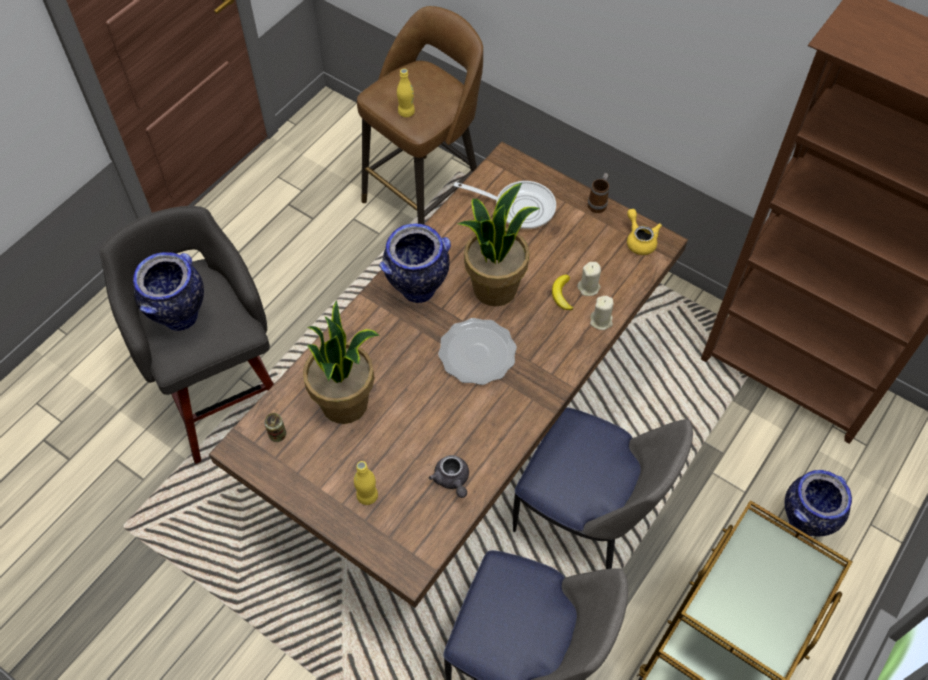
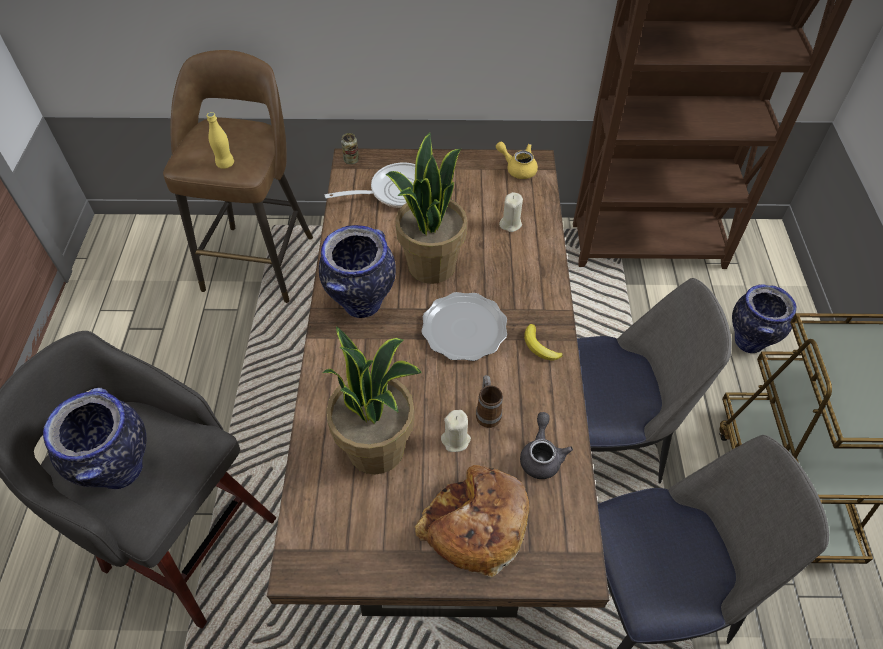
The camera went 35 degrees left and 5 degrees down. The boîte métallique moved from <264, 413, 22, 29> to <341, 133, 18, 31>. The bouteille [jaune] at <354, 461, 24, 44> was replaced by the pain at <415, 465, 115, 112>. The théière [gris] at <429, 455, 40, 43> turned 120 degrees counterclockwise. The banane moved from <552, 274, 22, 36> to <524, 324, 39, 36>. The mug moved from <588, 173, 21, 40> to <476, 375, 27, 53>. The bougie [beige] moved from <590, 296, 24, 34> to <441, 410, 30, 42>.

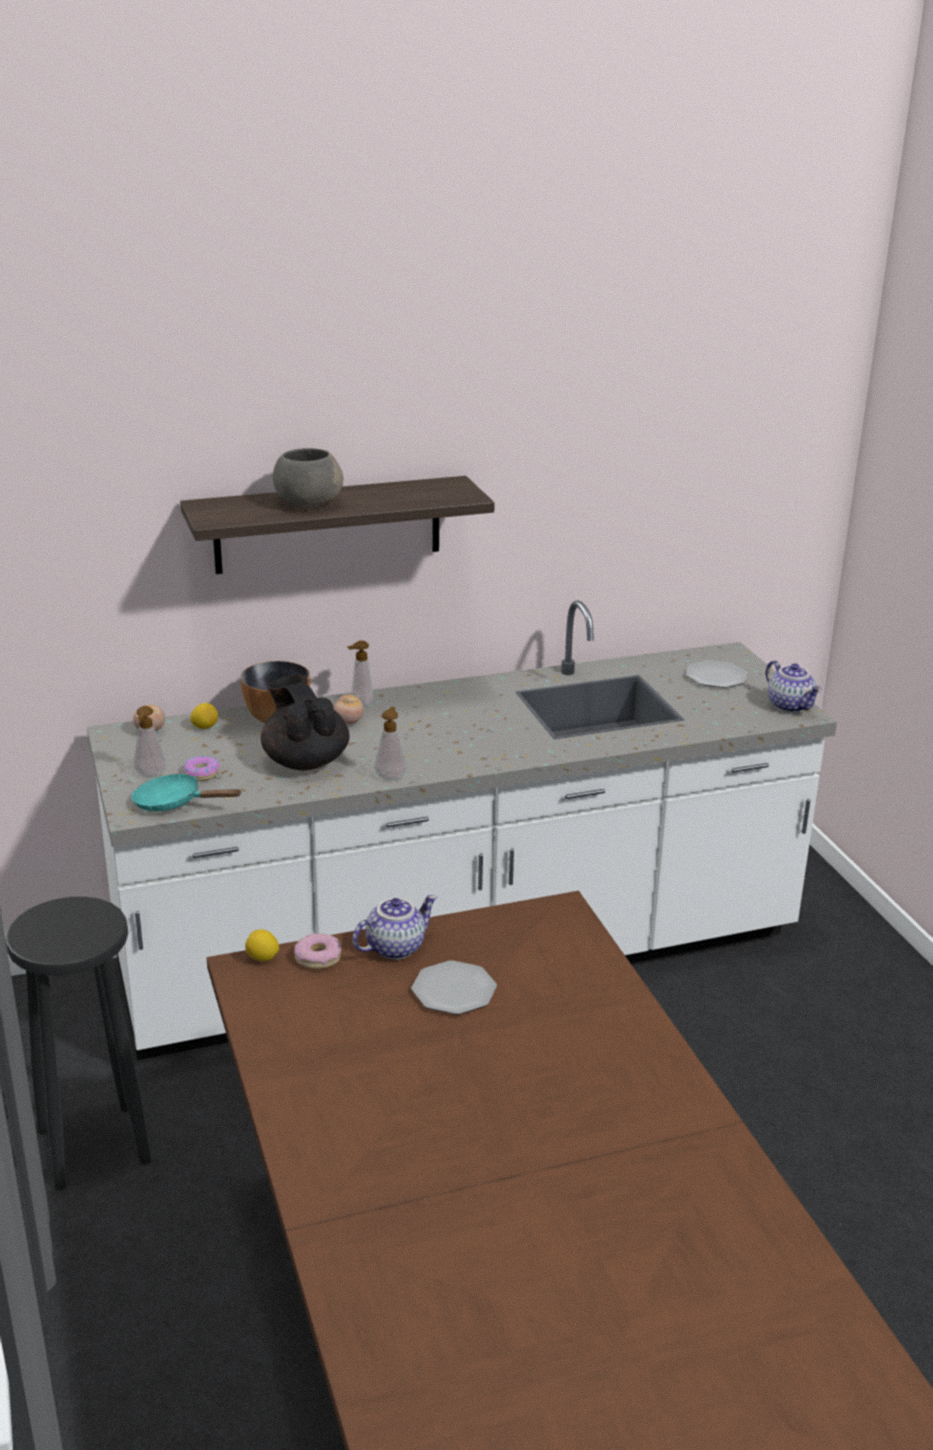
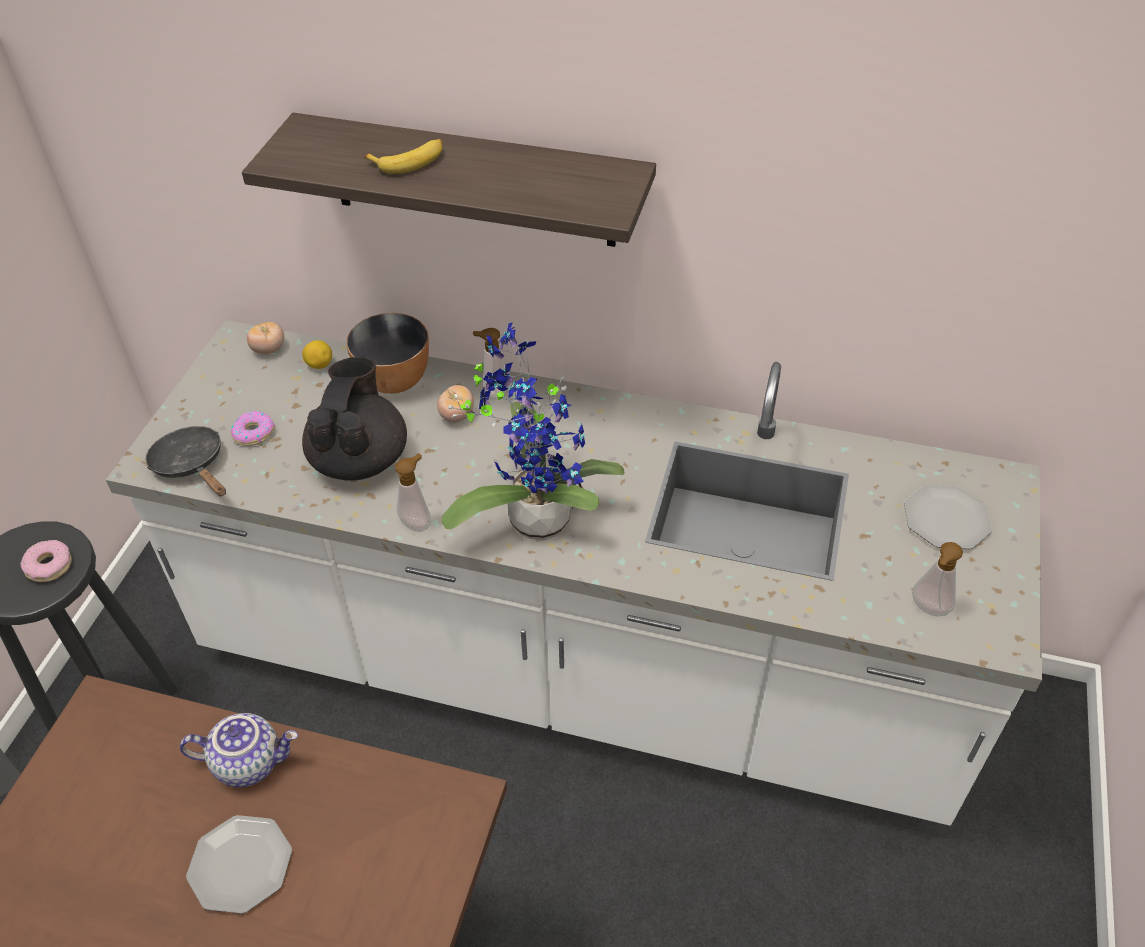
The camera went 35 degrees right and 20 degrees up. The poêle [turquoise] at <132, 773, 110, 39> became the poêle [noir] at <146, 426, 80, 70>. The distributeur de savon moved from <133, 706, 34, 71> to <912, 542, 51, 74>. The citron at <245, 929, 34, 33> disappeared. The bol [gris] at <273, 448, 70, 59> was replaced by the banane at <364, 139, 79, 35>. The beignet moved from <294, 933, 48, 36> to <21, 540, 51, 42>. The théière at <766, 660, 56, 53> disappeared. The plante en pot at <442, 322, 183, 218> appeared.

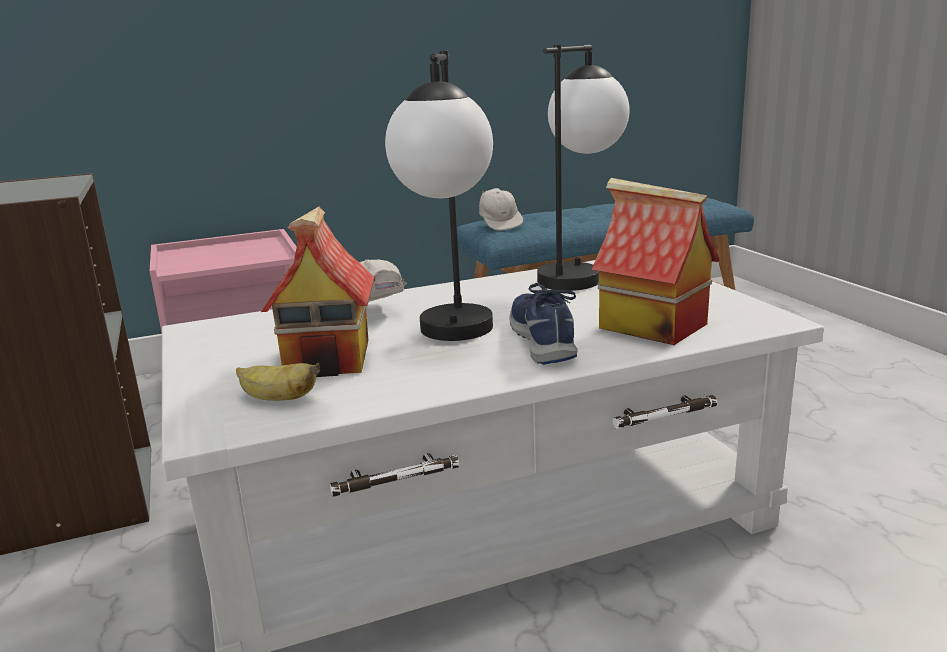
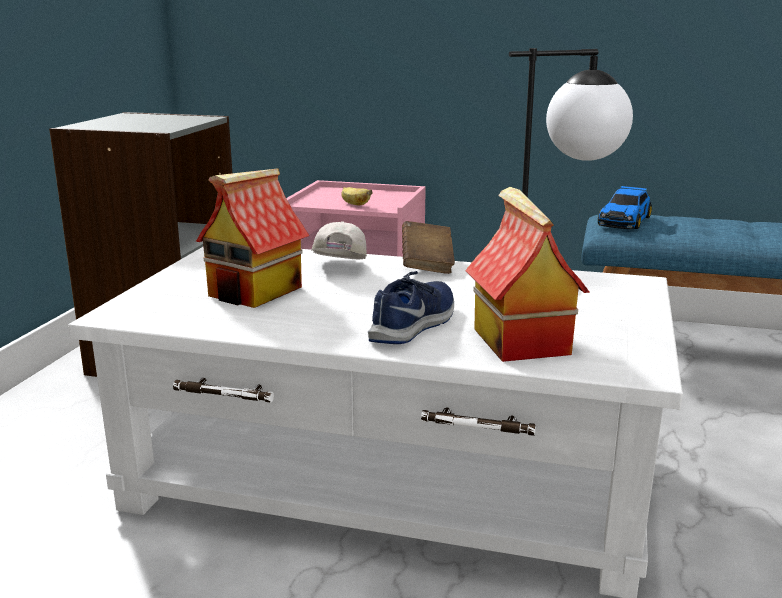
The camera went 35 degrees right and 0 degrees up. The banane moved from <236, 363, 84, 38> to <341, 187, 32, 18>. The lampe de table at <385, 51, 108, 290> disappeared. The casquette [blanc] at <479, 188, 44, 42> was replaced by the petite voiture at <598, 186, 54, 43>. The livre [marron] at <402, 221, 53, 53> appeared.

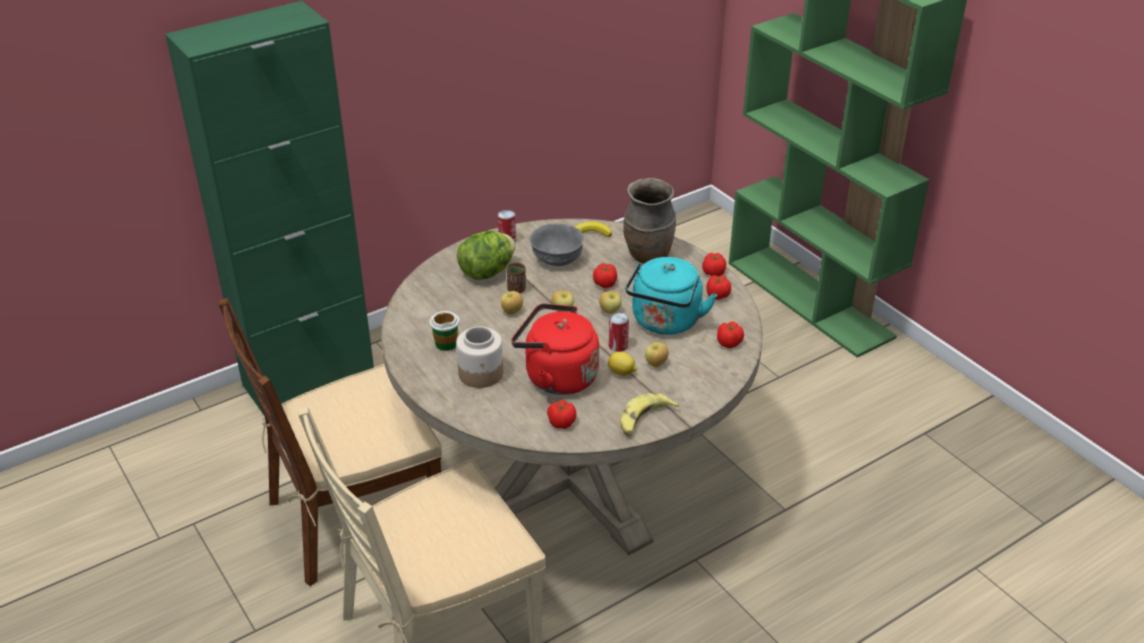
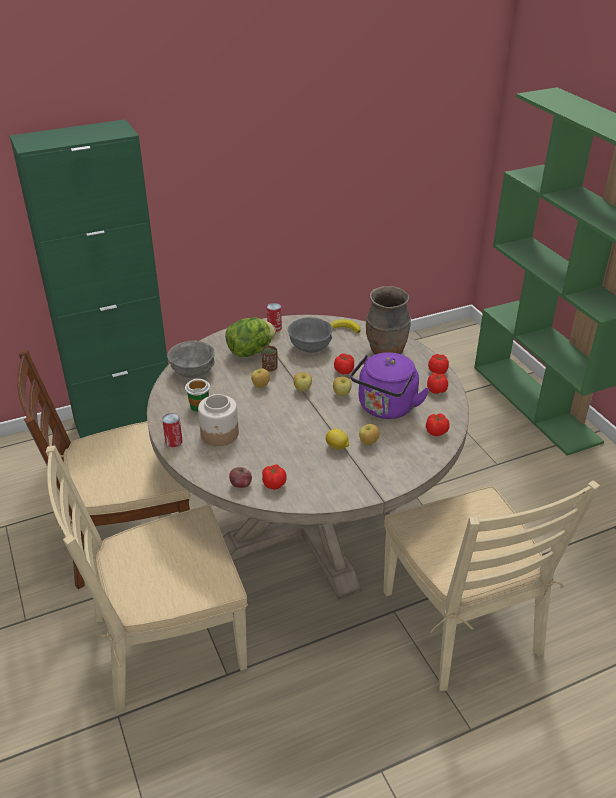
The camera went 10 degrees right and 0 degrees up. The bouilloire [rouge] at <511, 303, 88, 92> disappeared. The boîte métallique moved from <609, 312, 20, 40> to <162, 413, 21, 34>. The banane at <620, 393, 59, 43> disappeared. The bouilloire [turquoise] at <625, 257, 92, 78> became the bouilloire [violet] at <350, 352, 79, 67>. The bol [gris] at <167, 341, 48, 37> appeared. The pomme at <229, 467, 23, 21> appeared. The chaise [beige] at <383, 480, 217, 211> appeared.

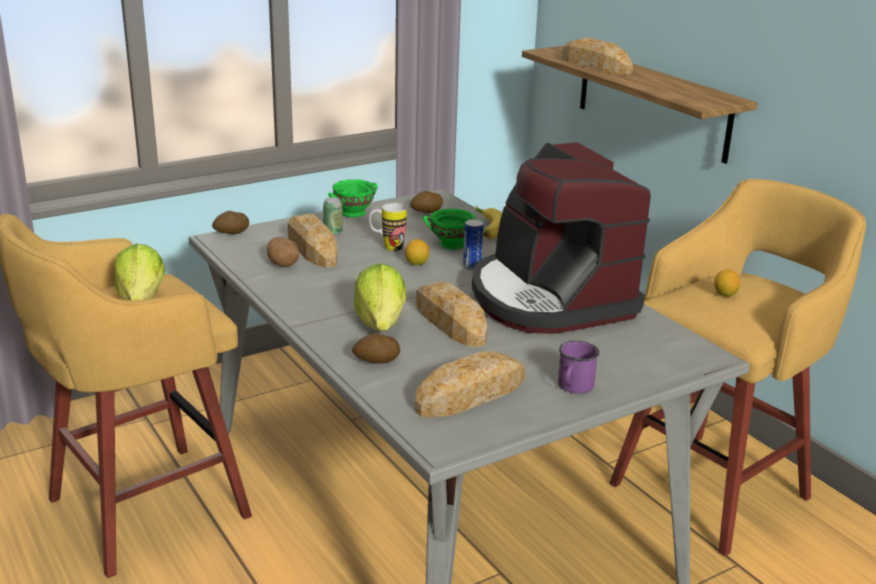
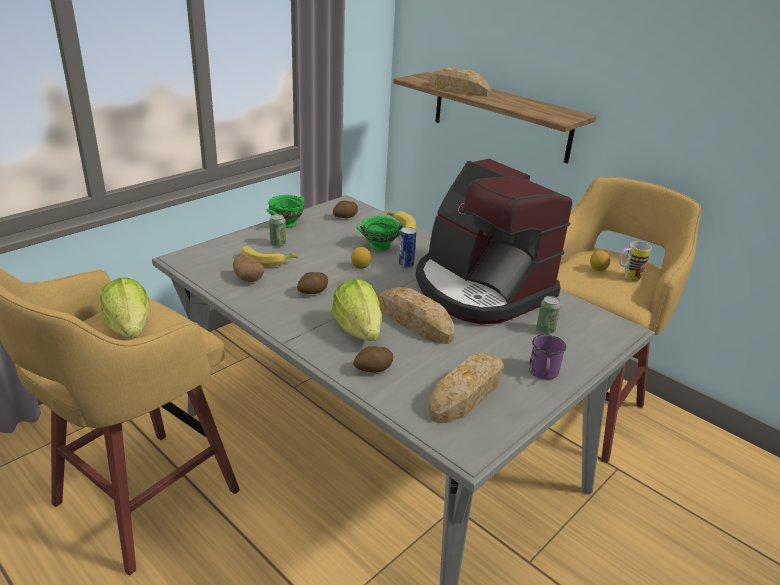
The camera went 15 degrees left and 5 degrees up. The pomme de terre moved from <212, 211, 37, 23> to <297, 272, 31, 22>. The pain at <288, 214, 49, 54> was replaced by the banane at <241, 246, 57, 21>. The mug moved from <369, 203, 38, 48> to <619, 241, 33, 40>. The boîte métallique at <536, 296, 25, 38> appeared.

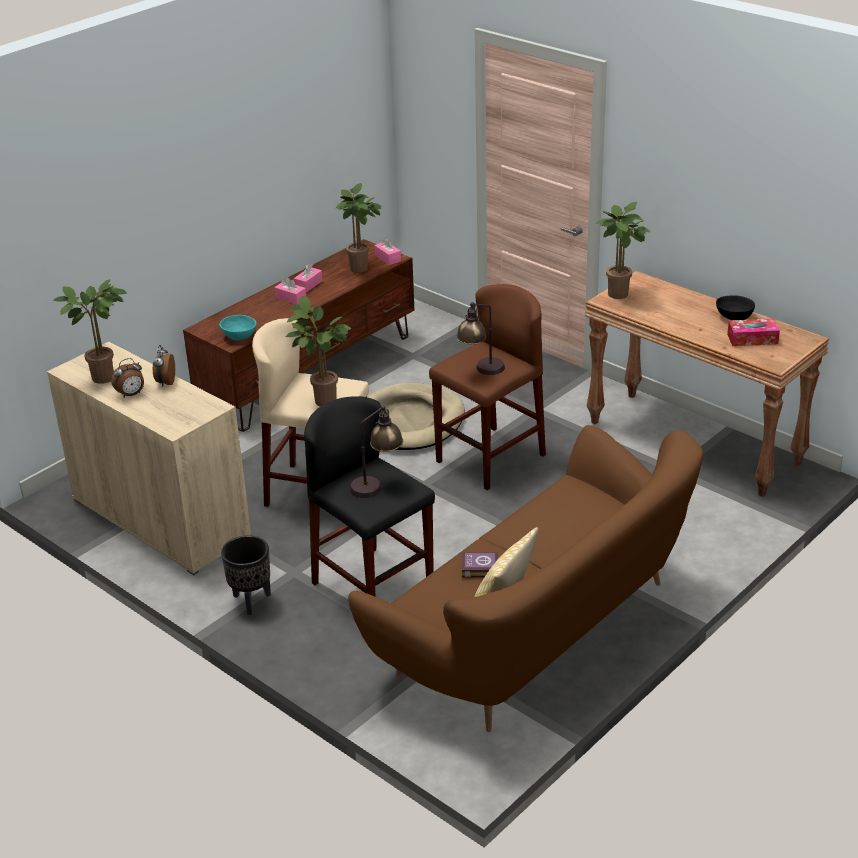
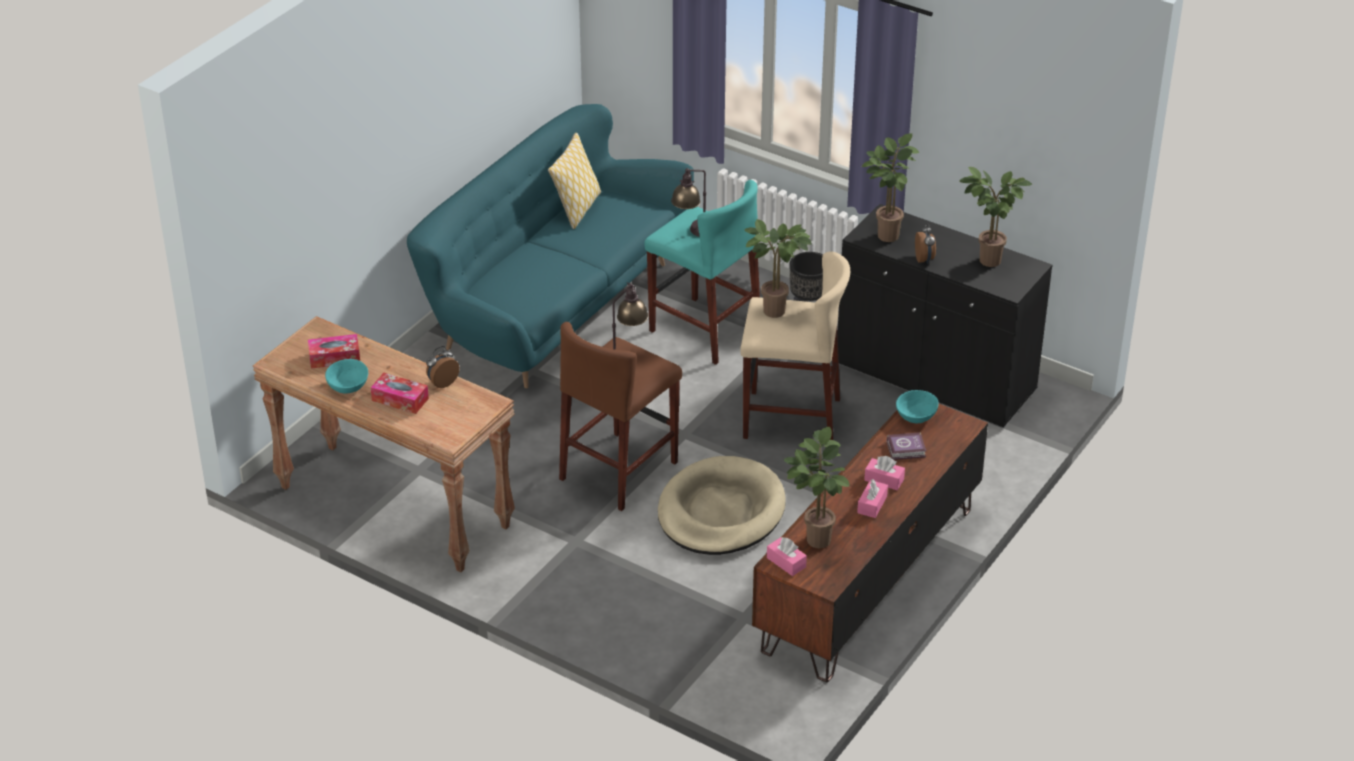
The camera went 170 degrees right and 5 degrees up. The meuble de rangement [beige] at <47, 342, 204, 233> became the meuble de rangement [noir] at <838, 204, 214, 224>. The réveil moved from <111, 358, 33, 39> to <426, 346, 34, 42>. The tabouret [noir] at <304, 396, 131, 201> became the tabouret [turquoise] at <644, 180, 116, 185>. The canapé [marron] at <348, 425, 355, 307> became the canapé [turquoise] at <407, 104, 287, 284>. The livre moved from <462, 552, 36, 26> to <887, 432, 39, 28>. The plante en pot moved from <595, 202, 55, 97> to <862, 133, 57, 109>. The bol [noir] at <716, 295, 39, 25> became the bol [turquoise] at <325, 359, 43, 34>. The boîte à mouchoirs at <370, 373, 59, 41> appeared.

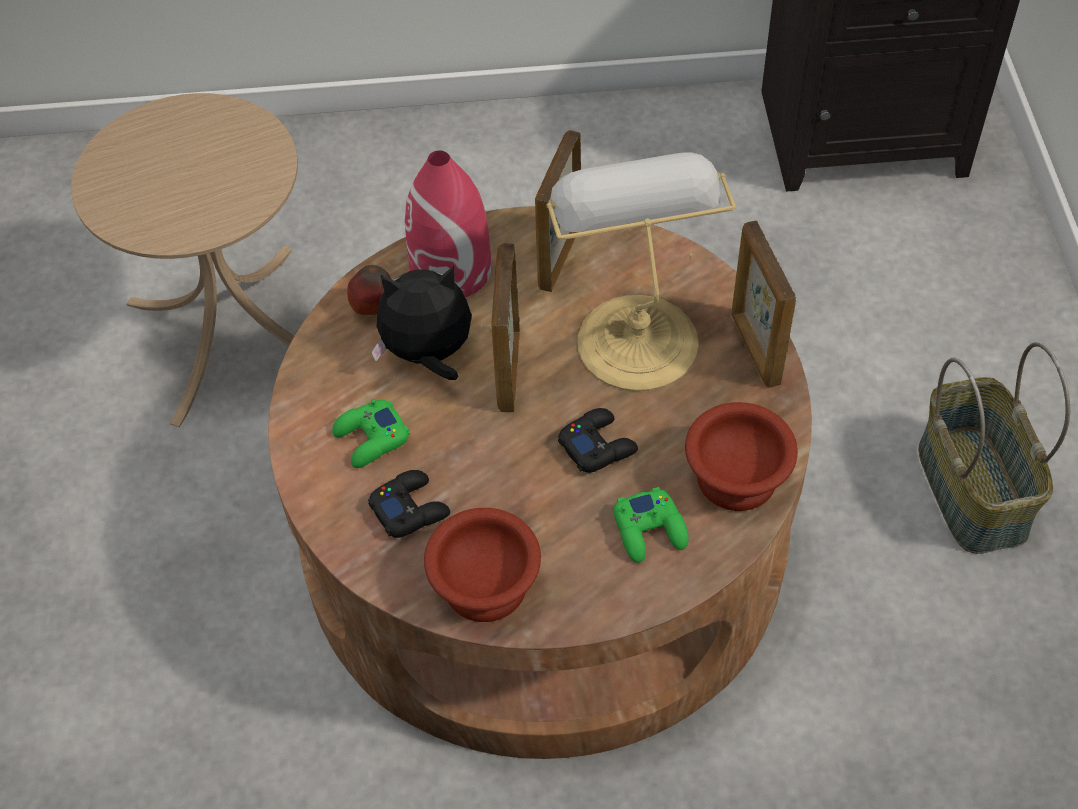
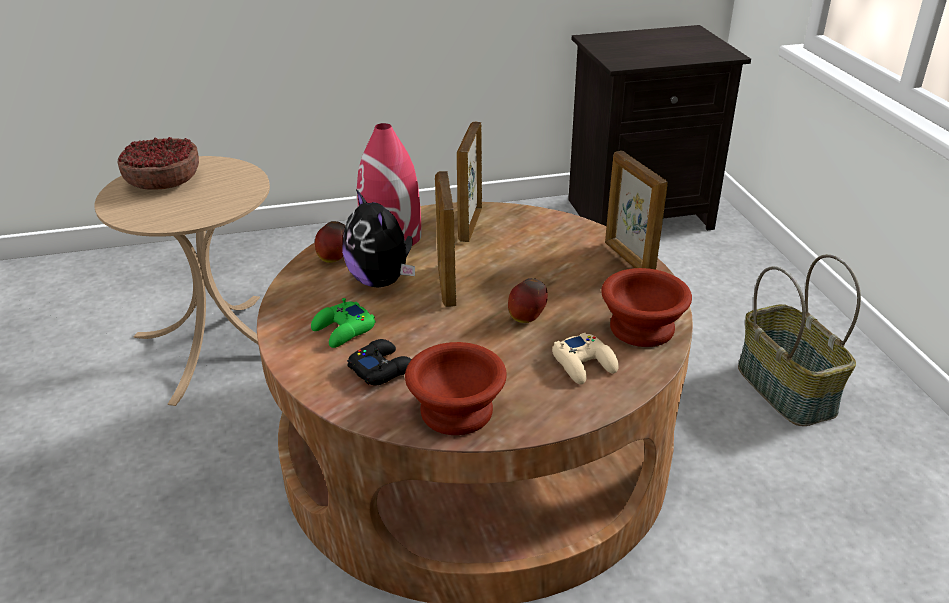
The camera went 10 degrees left and 20 degrees down. The peluche at <371, 266, 101, 114> turned 105 degrees counterclockwise. The lampe de table at <546, 152, 190, 239> disappeared. The manette [noir] at <558, 408, 80, 65> was replaced by the pomme at <508, 278, 40, 45>. The manette [vert] at <613, 487, 76, 76> became the manette [beige] at <552, 333, 67, 52>. The bol at <118, 137, 81, 53> appeared.

